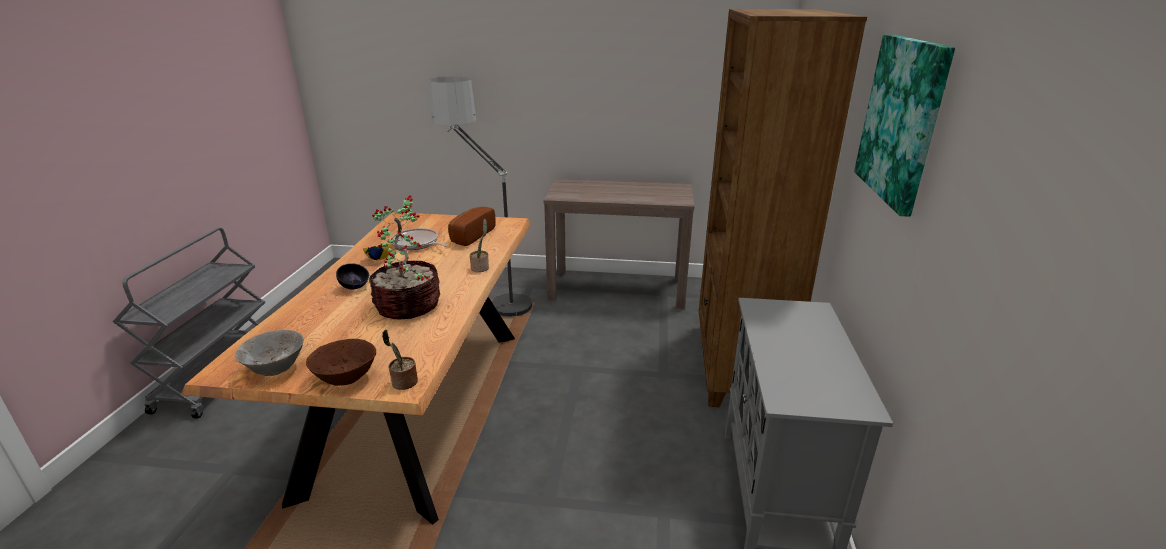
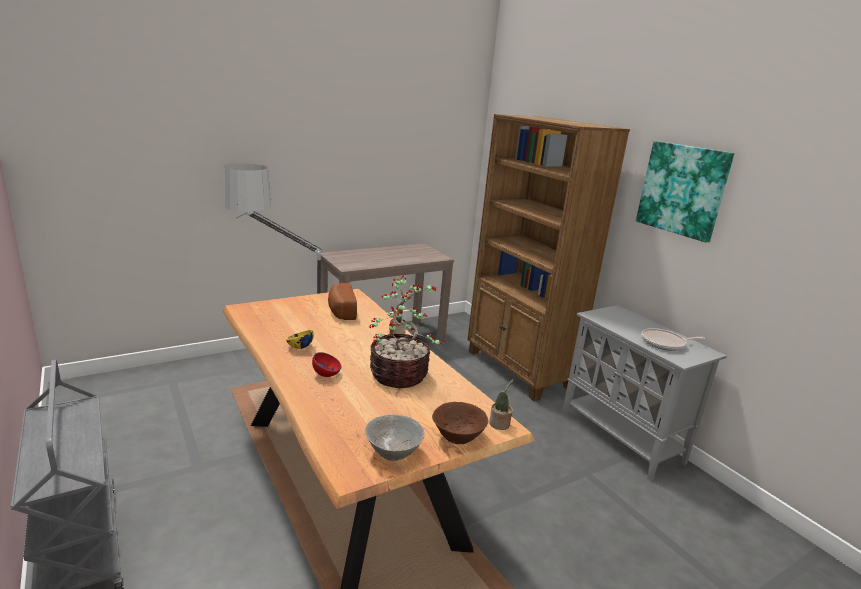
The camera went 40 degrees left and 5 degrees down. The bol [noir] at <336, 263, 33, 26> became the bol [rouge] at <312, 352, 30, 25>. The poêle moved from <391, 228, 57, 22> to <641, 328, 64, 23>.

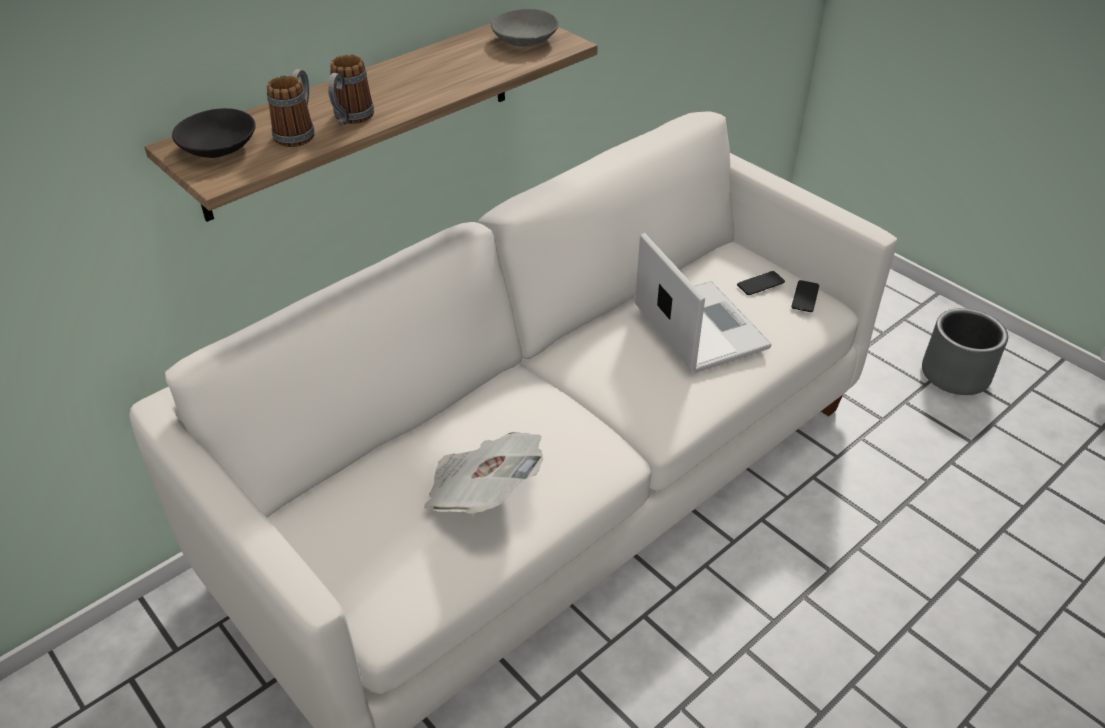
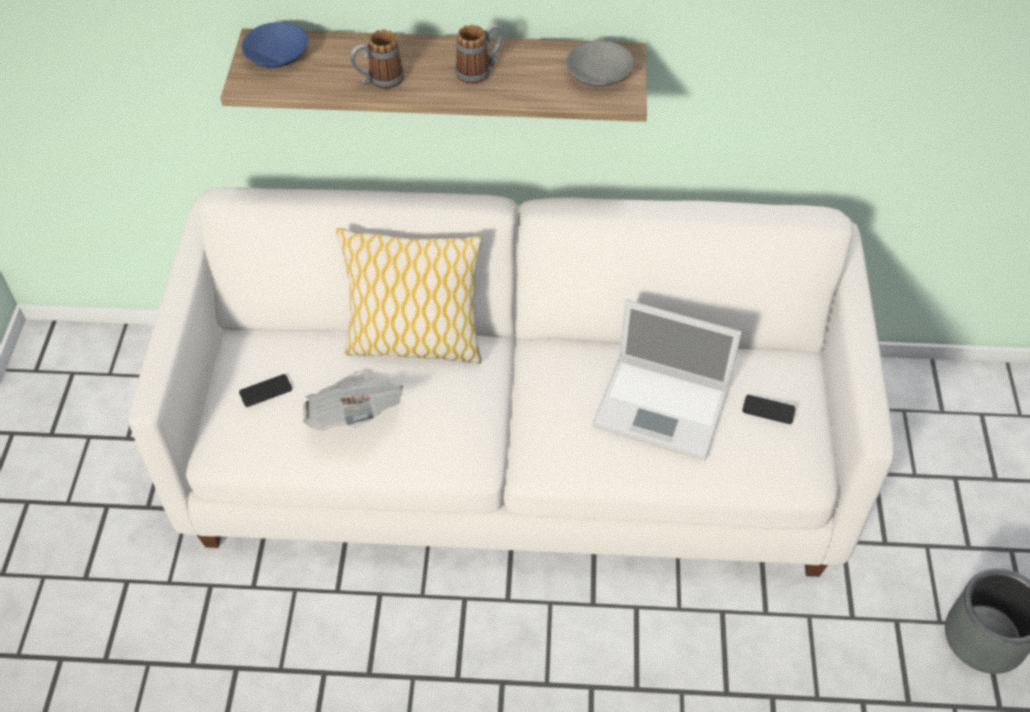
The camera went 45 degrees right and 10 degrees up. The bol [noir] at <172, 108, 84, 50> became the bol [bleu] at <242, 22, 66, 46>. The mug moved from <267, 69, 48, 78> to <455, 24, 49, 60>. The ordinateur portable at <635, 233, 137, 140> turned 90 degrees clockwise. The téléphone moved from <791, 280, 28, 32> to <239, 374, 53, 33>. The coussin at <336, 228, 146, 136> appeared.

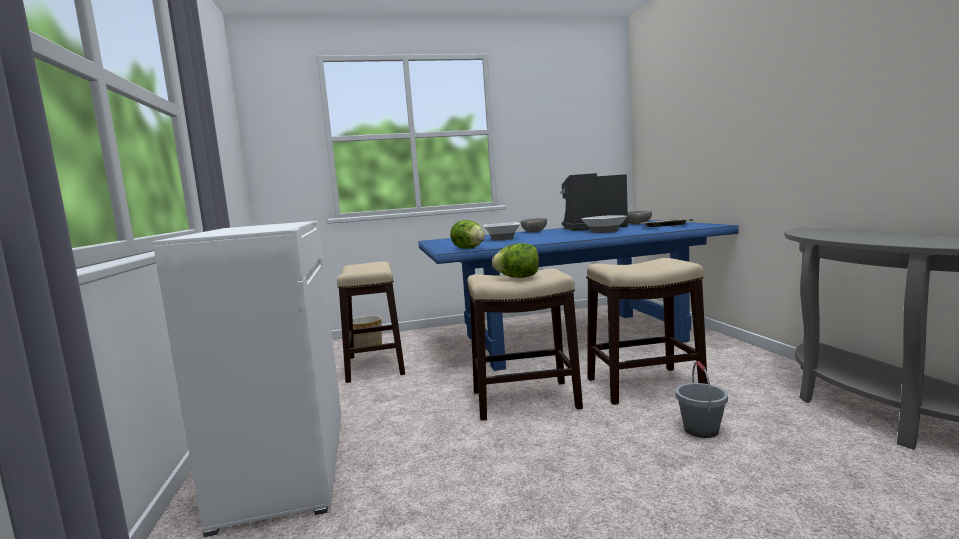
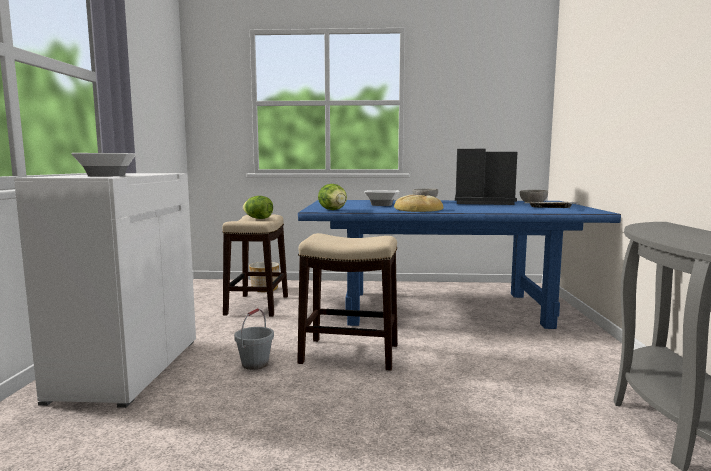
The camera went 15 degrees right and 0 degrees up. The laitue moved from <492, 243, 47, 35> to <243, 196, 30, 23>. The bol moved from <581, 216, 46, 17> to <71, 153, 65, 24>. The tabouret at <586, 258, 122, 147> disappeared. The seau [gris] moved from <675, 361, 53, 77> to <234, 308, 40, 62>. The pain at <394, 195, 49, 17> appeared.

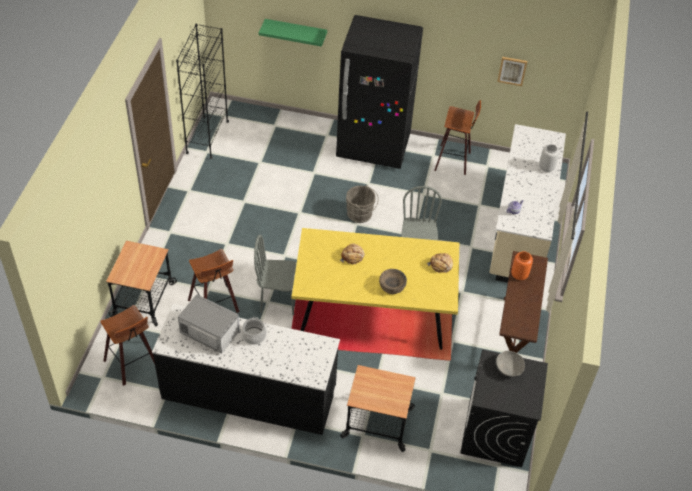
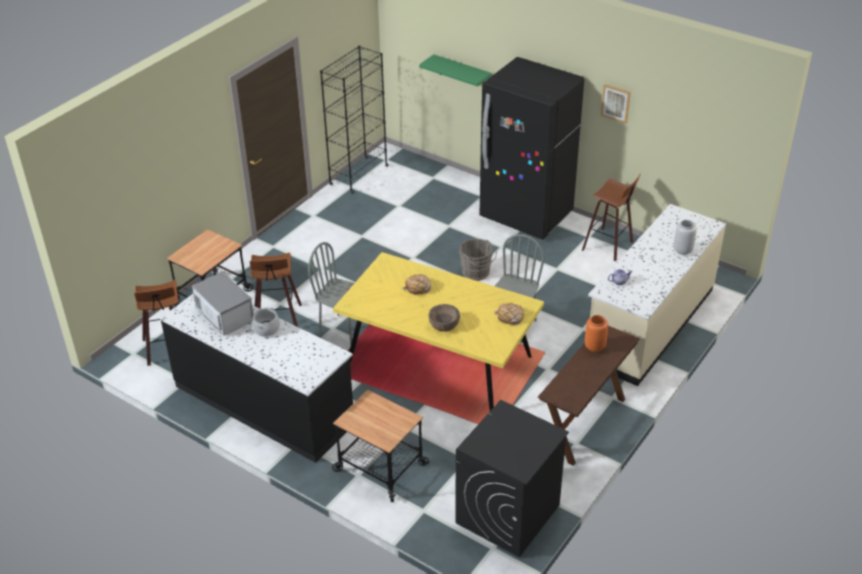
The camera went 25 degrees right and 10 degrees down. The bol [gris] at <496, 351, 29, 26> disappeared. The tableau moved from <497, 57, 30, 29> to <601, 84, 30, 40>.

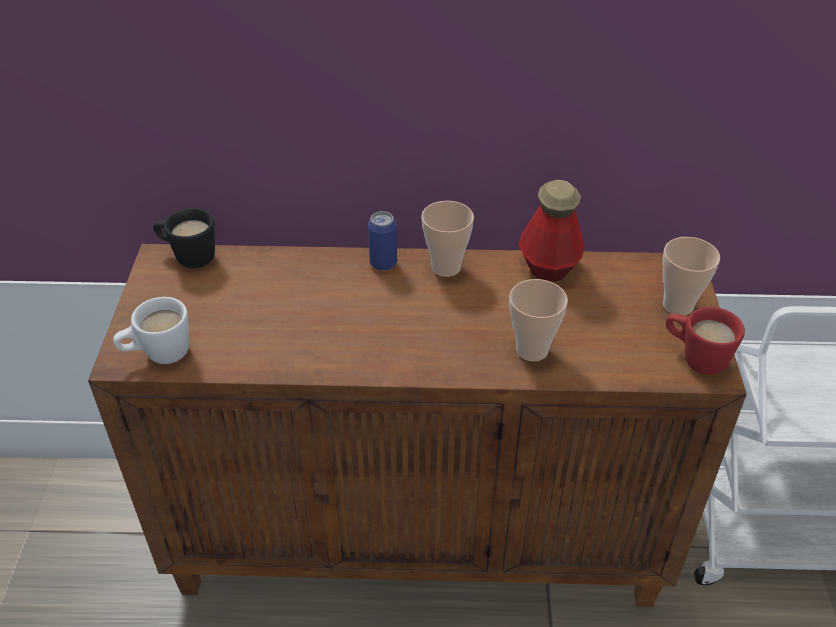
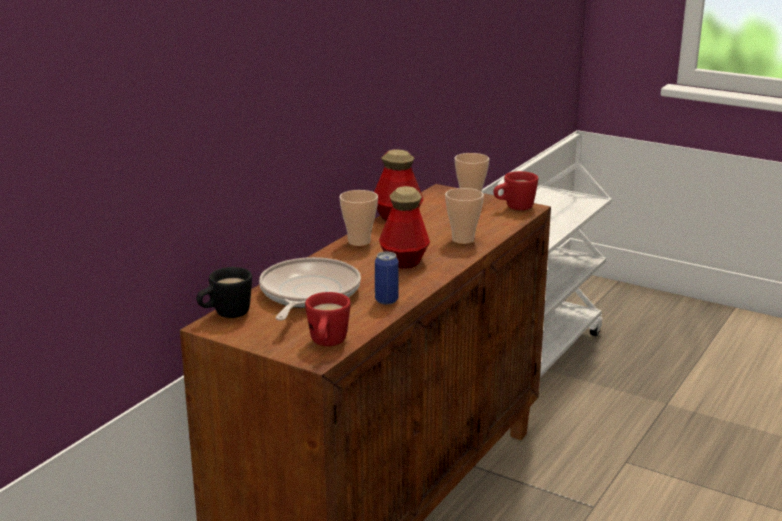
The camera went 60 degrees left and 20 degrees down. The mug [blanc] at <113, 297, 76, 67> became the mug [rouge] at <305, 292, 46, 54>. The boîte métallique moved from <368, 211, 29, 60> to <375, 252, 24, 52>. The poêle at <259, 257, 102, 64> appeared. The bouteille at <379, 186, 51, 83> appeared.

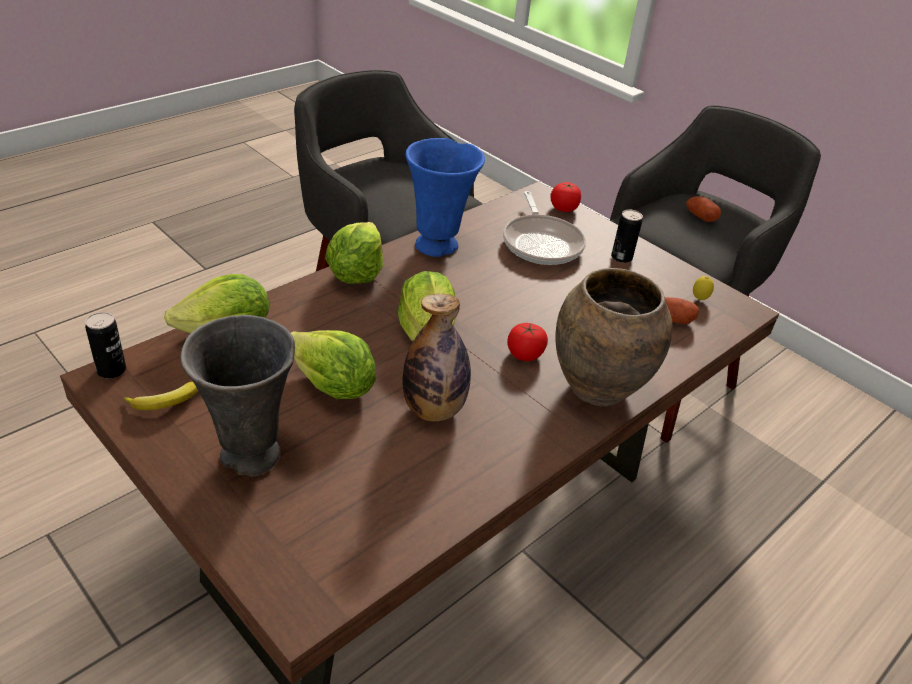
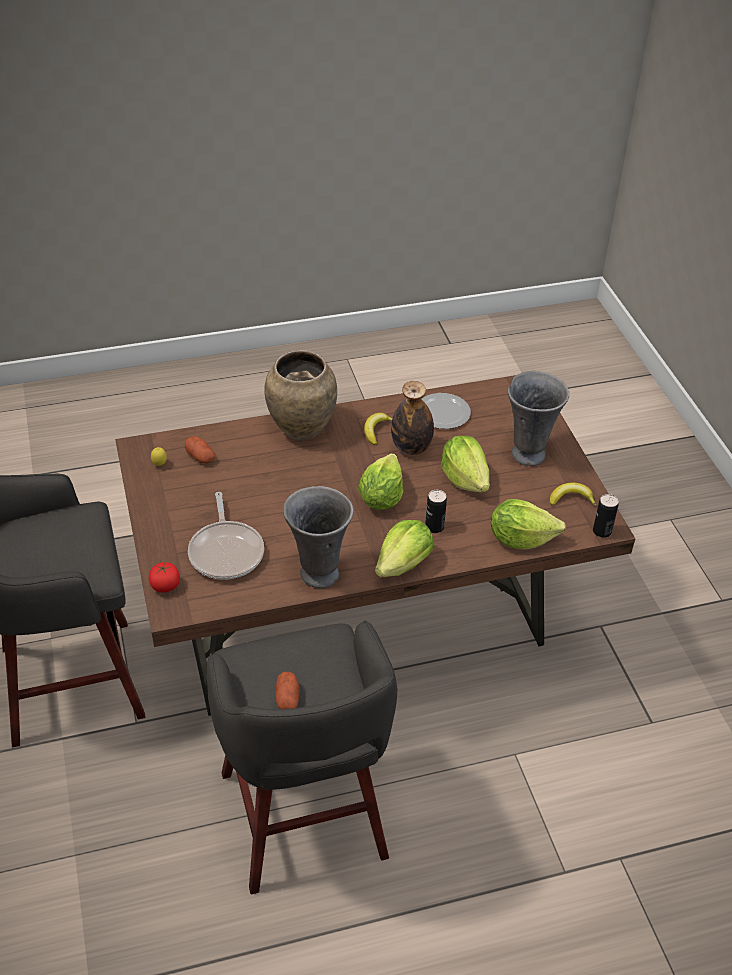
The camera went 150 degrees left and 5 degrees up. The vase [bleu] at <406, 138, 79, 119> became the vase [gris] at <283, 486, 71, 102>. The poêle at <503, 191, 83, 74> turned 150 degrees clockwise. The tomate at <507, 323, 41, 38> disappeared. The boîte métallique moved from <611, 209, 32, 54> to <425, 490, 22, 43>. The pomme de terre moved from <686, 196, 35, 26> to <275, 672, 25, 37>. The banane at <364, 413, 28, 32> appeared. The assiette at <422, 393, 49, 36> appeared.

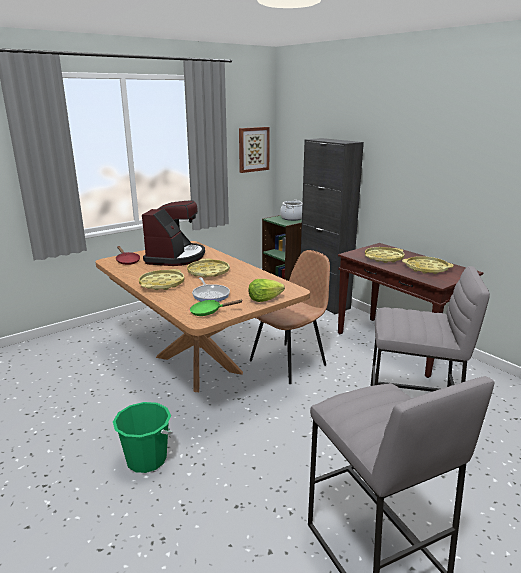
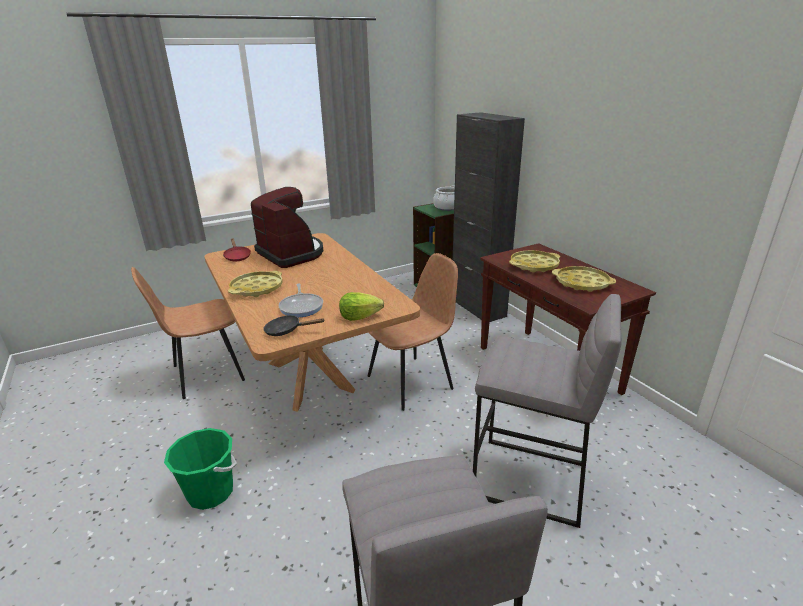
The camera went 10 degrees right and 5 degrees up. The machine à café at <142, 200, 63, 66> turned 60 degrees counterclockwise. The plateau [jaune] at <187, 258, 43, 20> disappeared. The poêle [vert] at <190, 300, 52, 16> became the poêle [noir] at <263, 315, 61, 21>. The tableau at <239, 127, 31, 46> disappeared. The chaise [marron] at <131, 267, 114, 132> appeared.

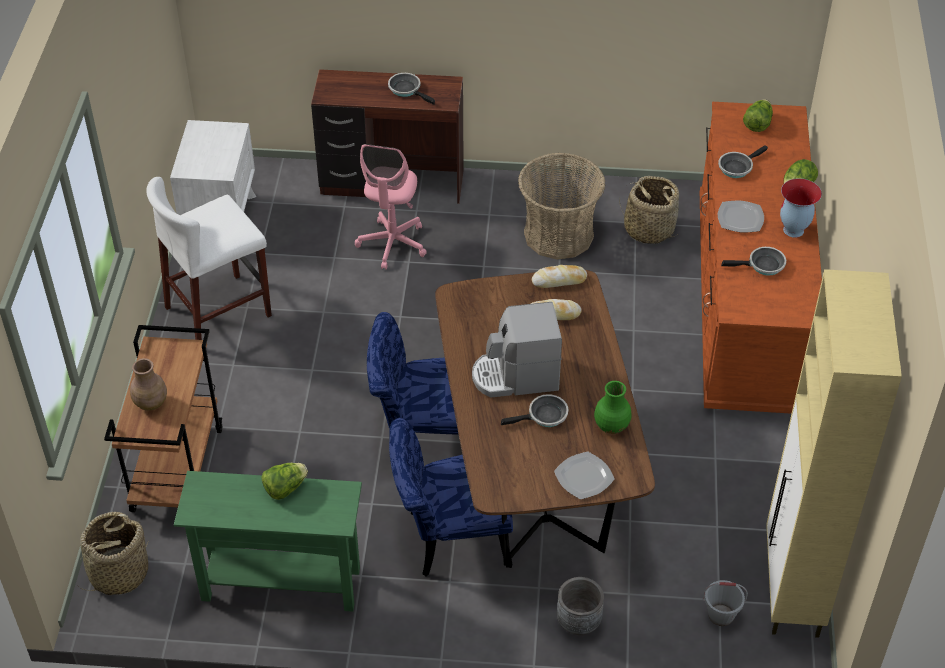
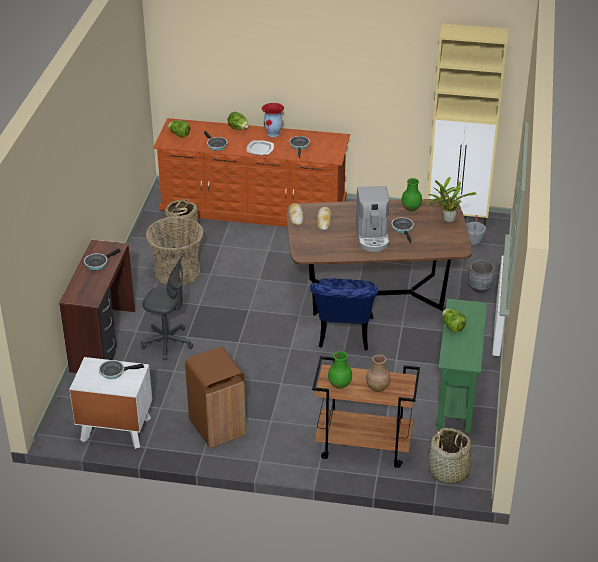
The camera went 85 degrees left and 10 degrees down. The tabouret [blanc] at <146, 177, 126, 163> was replaced by the poubelle [marron] at <185, 347, 61, 101>. The chaise de bureau [rose] at <355, 144, 72, 125> became the chaise de bureau [gris] at <141, 254, 52, 106>. The chaise [bleu] at <389, 418, 124, 159> disappeared. The assiette at <554, 451, 61, 49> was replaced by the plante en pot at <426, 177, 51, 46>. The poêle at <99, 360, 45, 19> appeared. The vase [vert] at <328, 351, 24, 38> appeared.

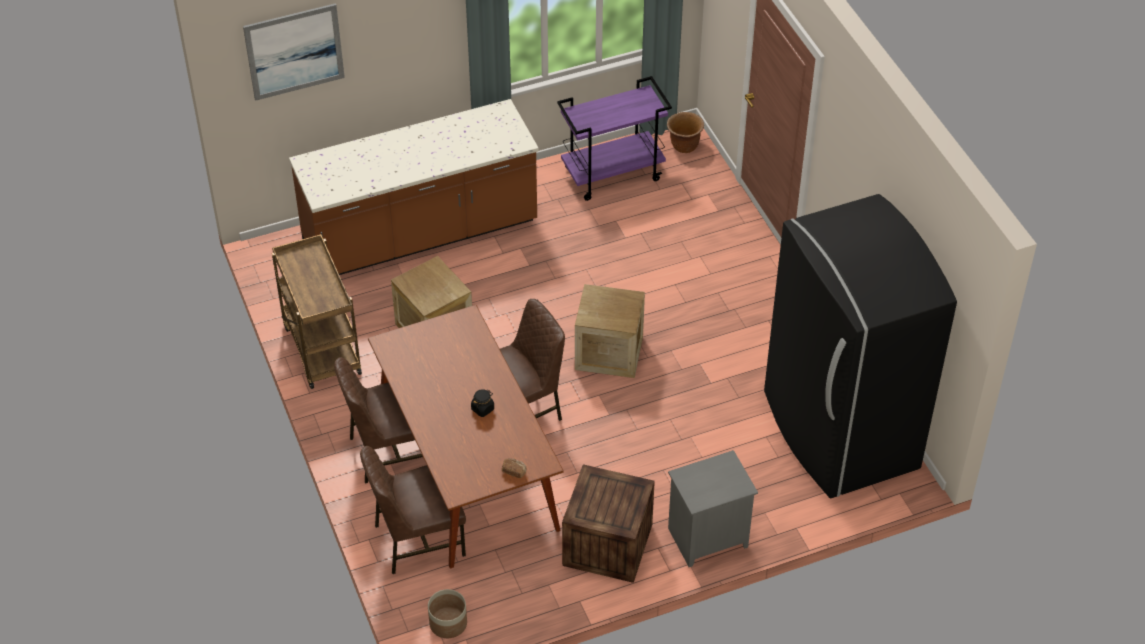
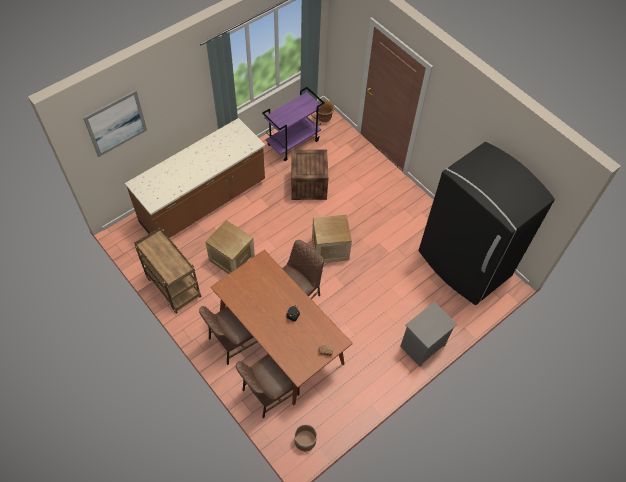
The camera went 20 degrees left and 10 degrees up. The caisse moved from <562, 464, 93, 119> to <291, 150, 37, 50>.

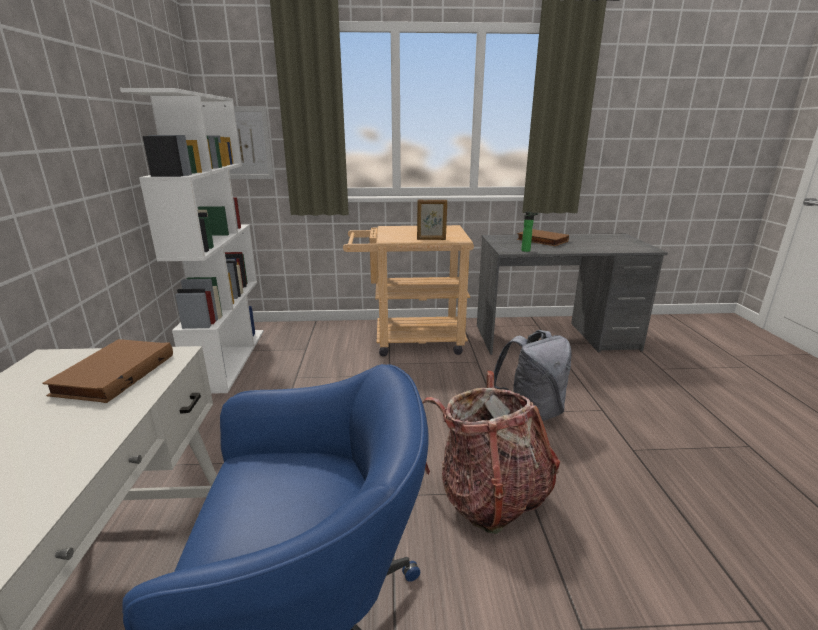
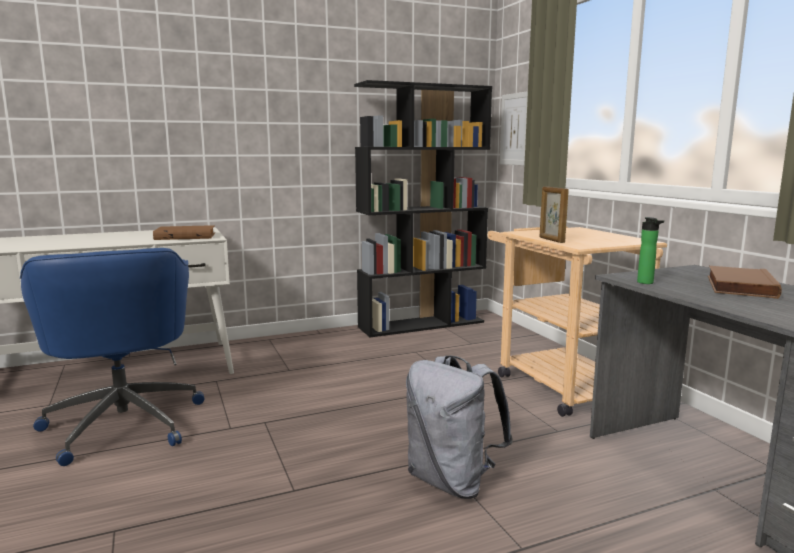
The camera went 70 degrees right and 10 degrees down. The bibliothèque [blanc] at <120, 88, 144, 306> became the bibliothèque [noir] at <354, 80, 138, 257>. The sac à dos at <422, 371, 138, 163> disappeared.

